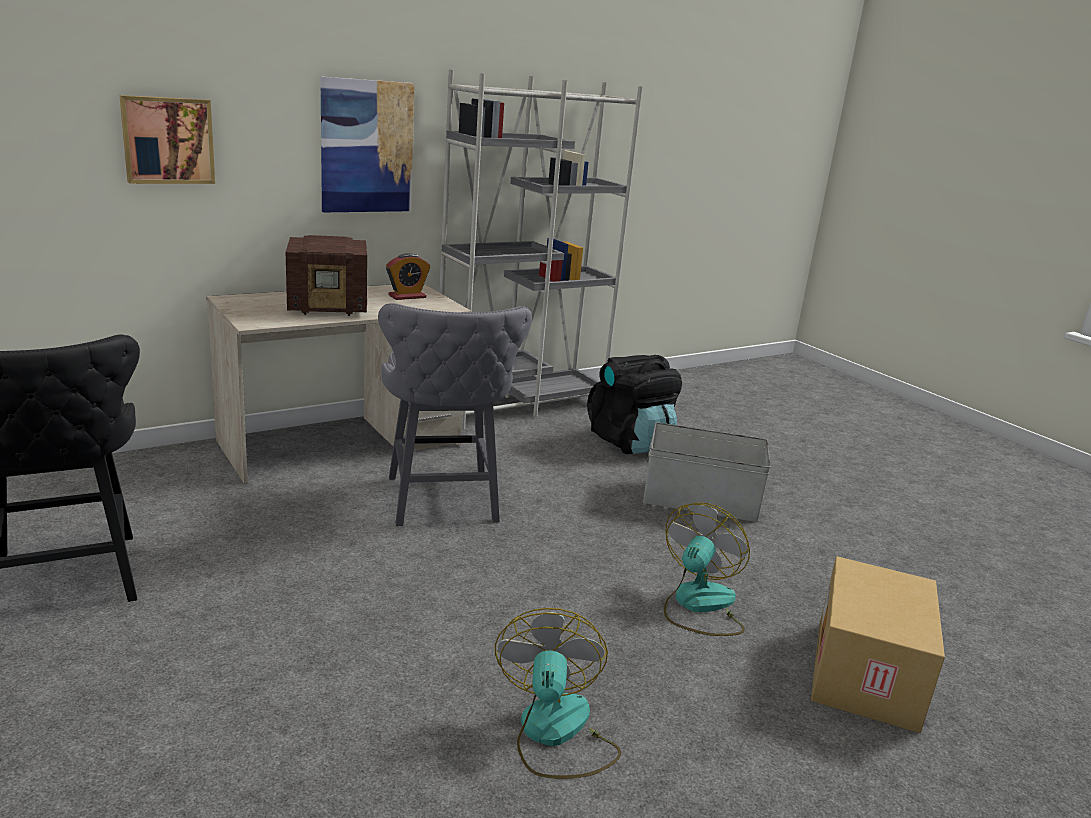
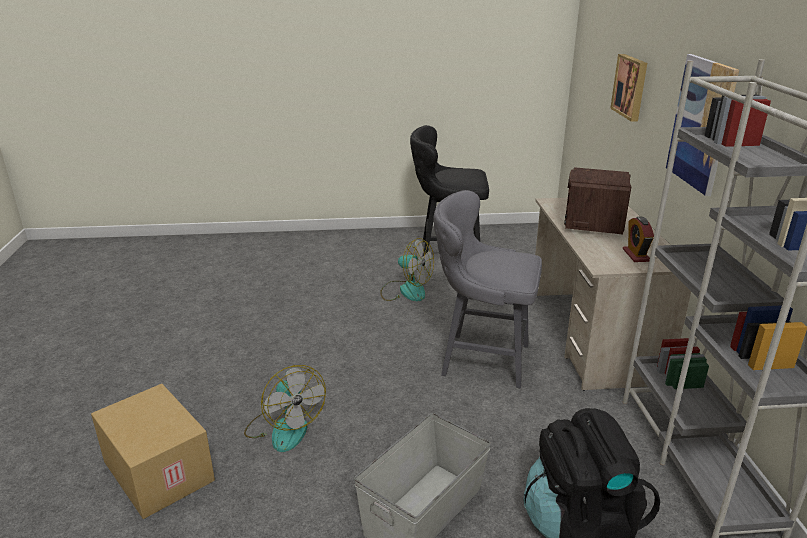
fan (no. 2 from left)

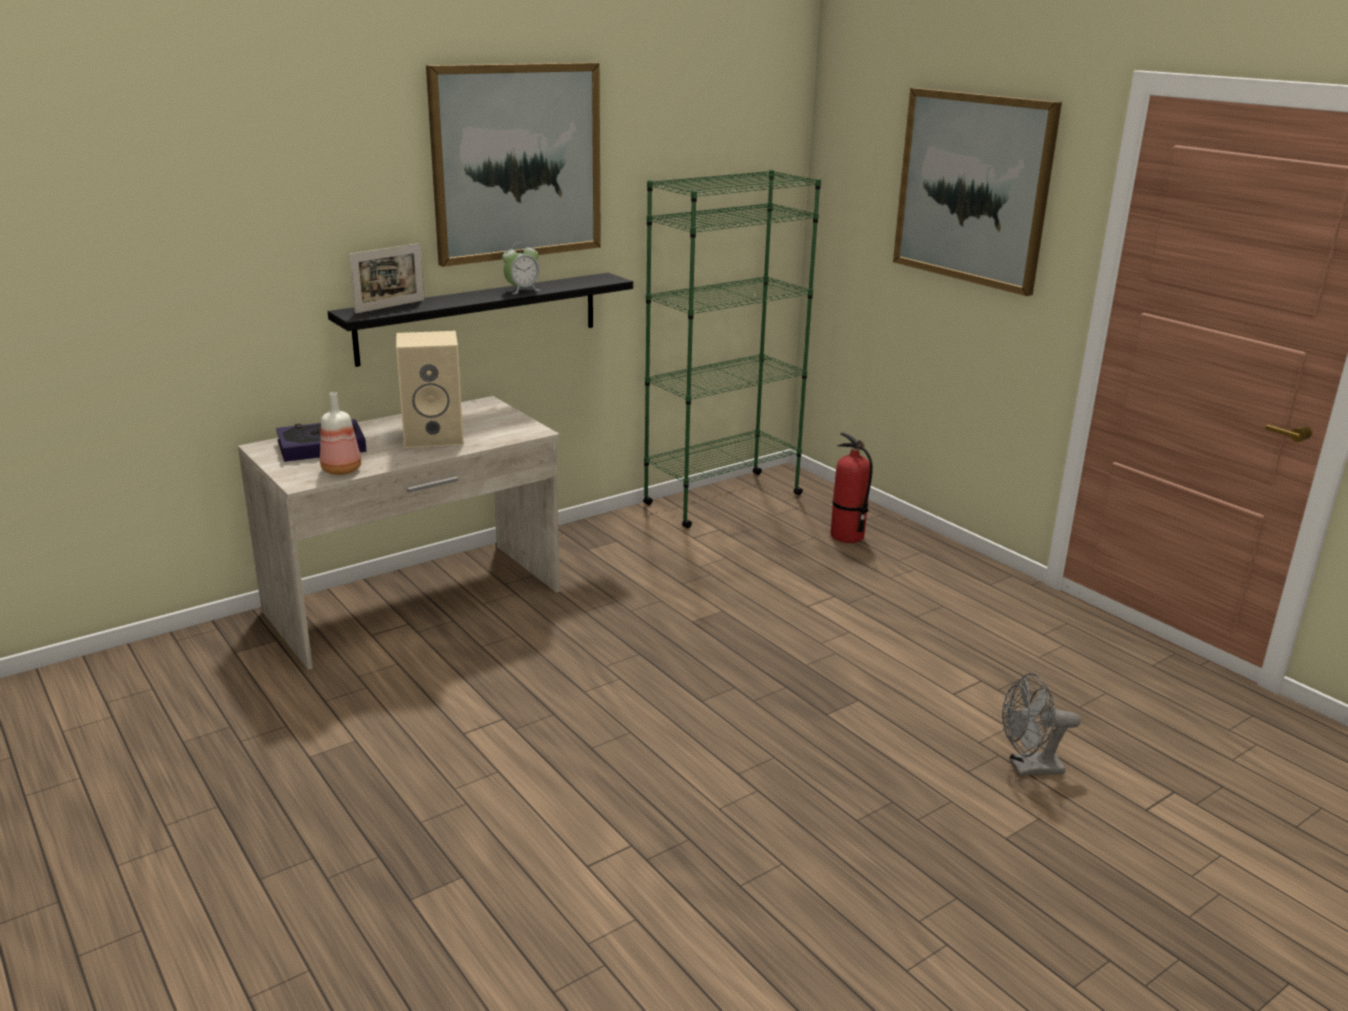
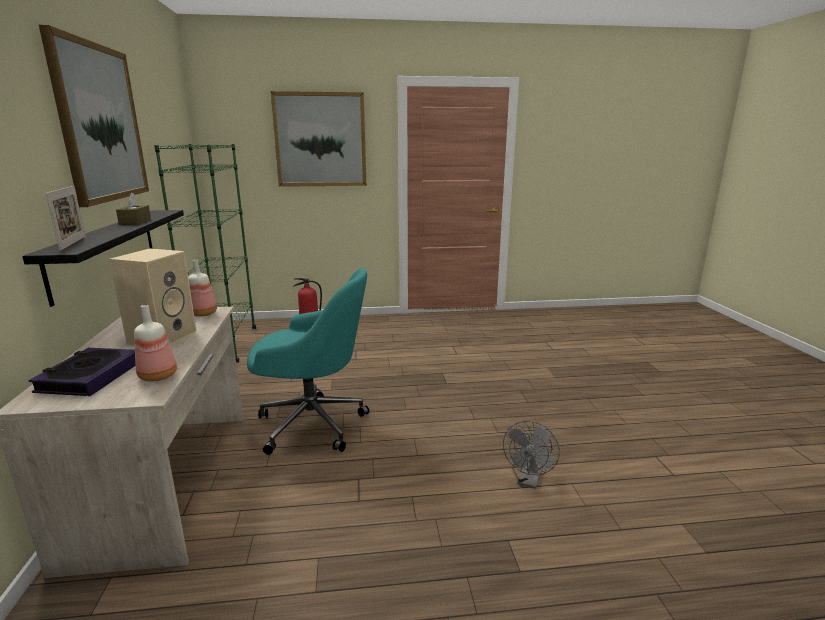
brown tissue box
grey fan
bottle (no. 2 from left)
turquoise office chair

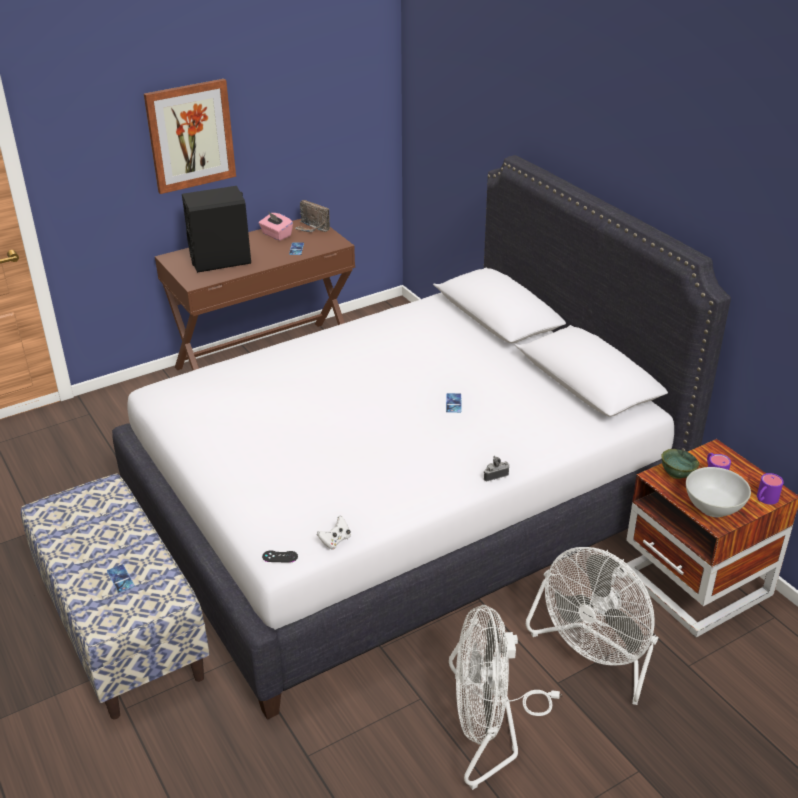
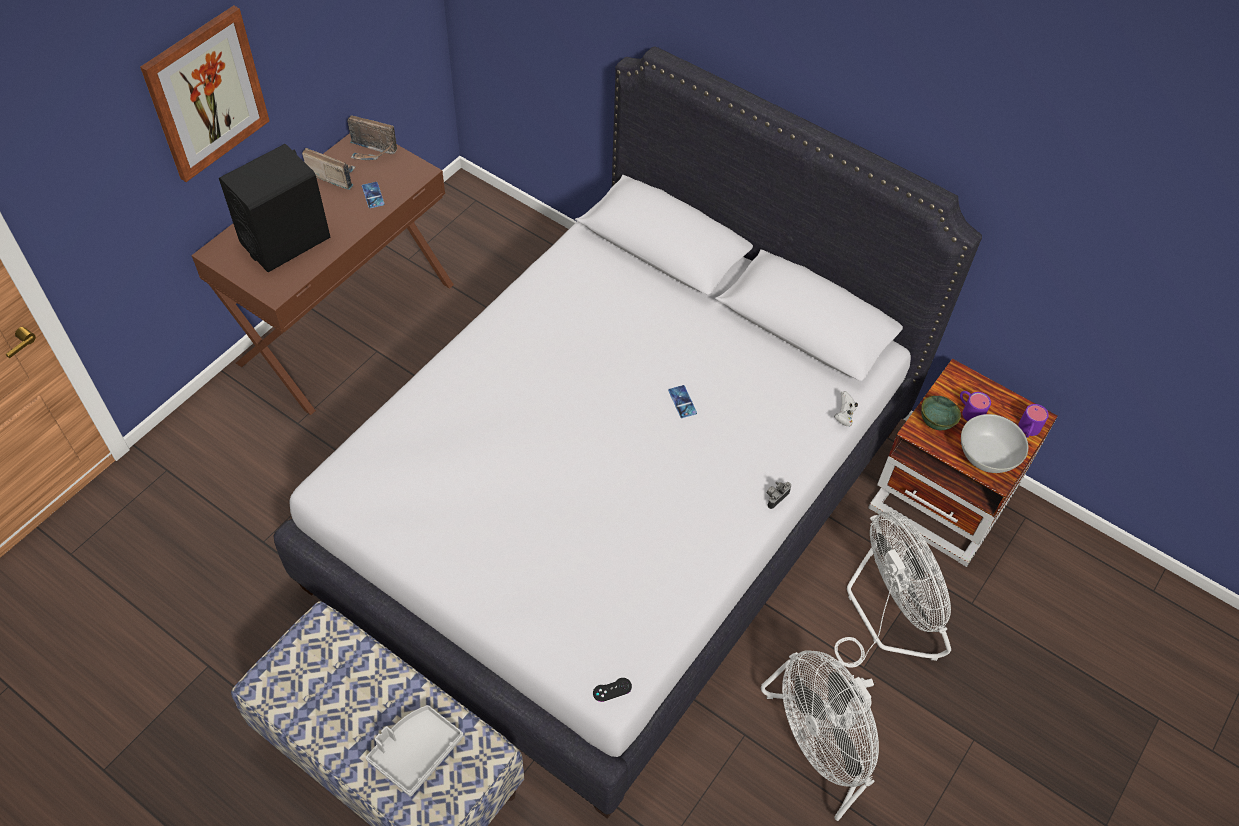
grey tray
radio (no. 1 from left)
white game controller
white fan (no. 2 from left)

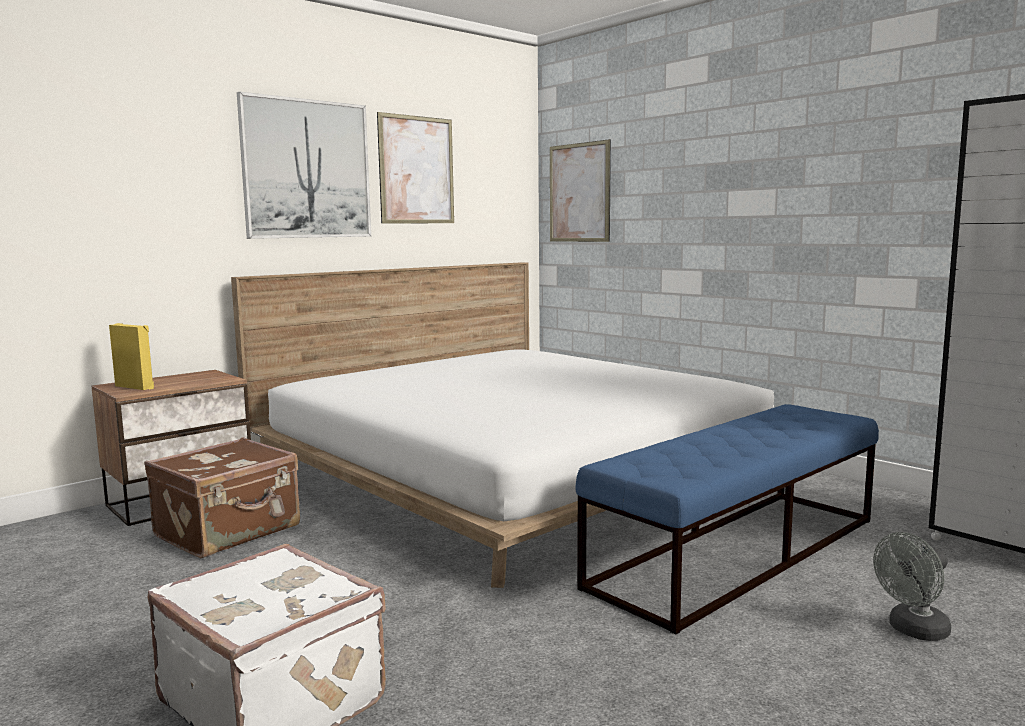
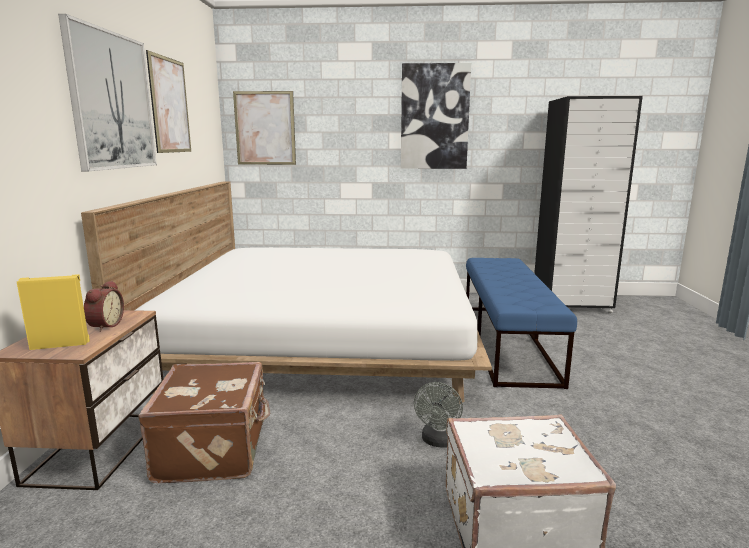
grey fan
alarm clock
picture (no. 4 from left)

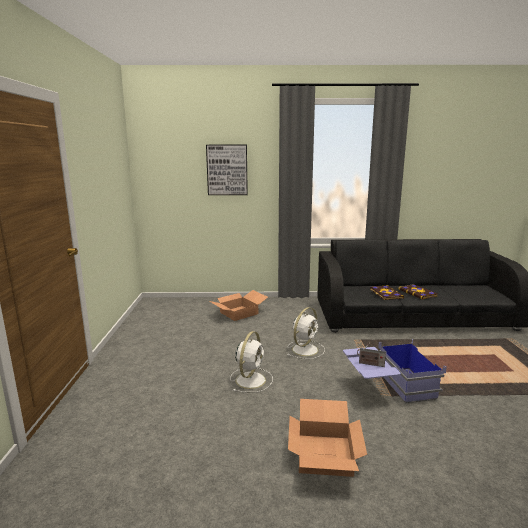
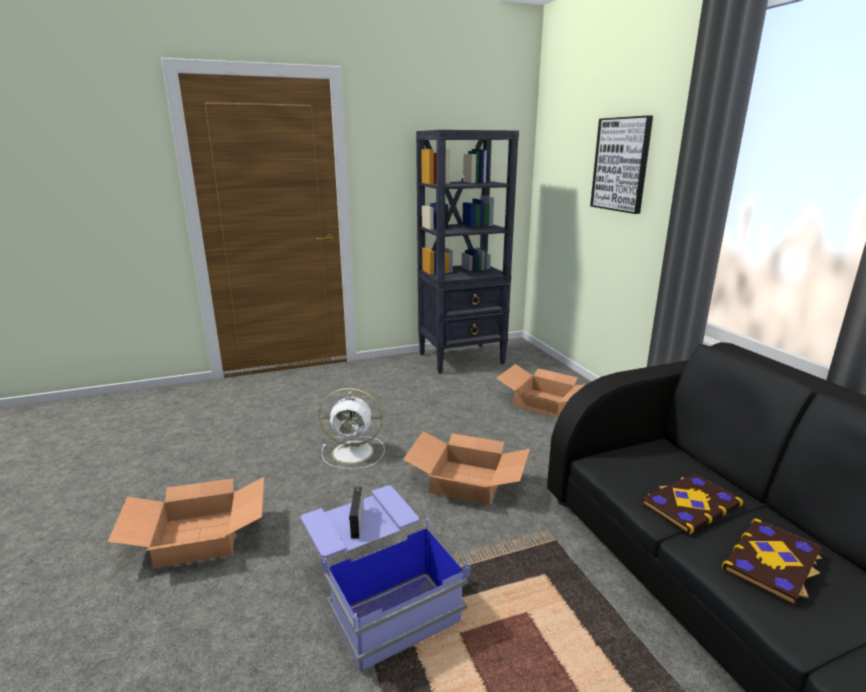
cardboard box (no. 2 from left)
black bookcase

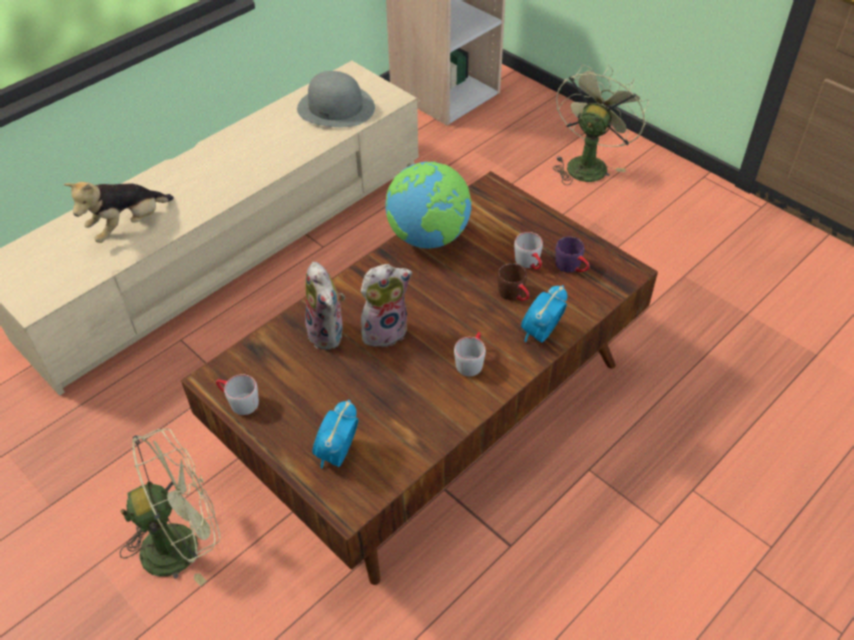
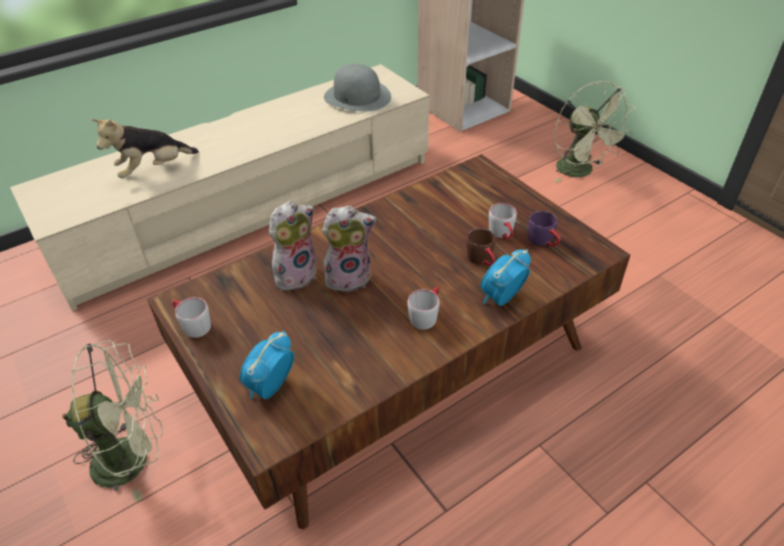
plush toy (no. 2 from left)
globe
green fan (no. 2 from left)

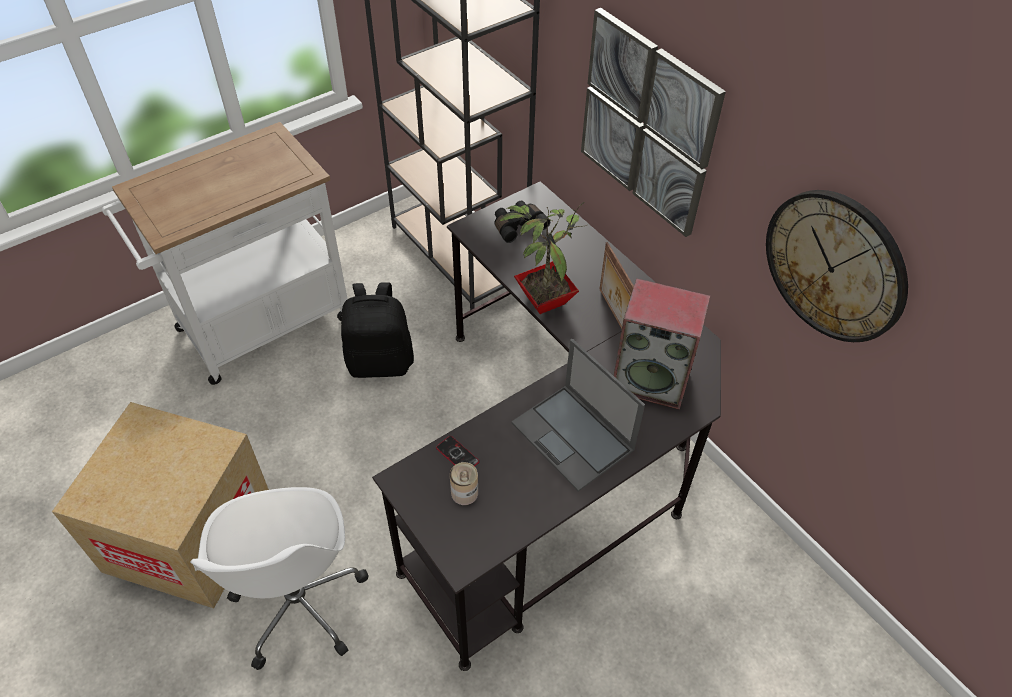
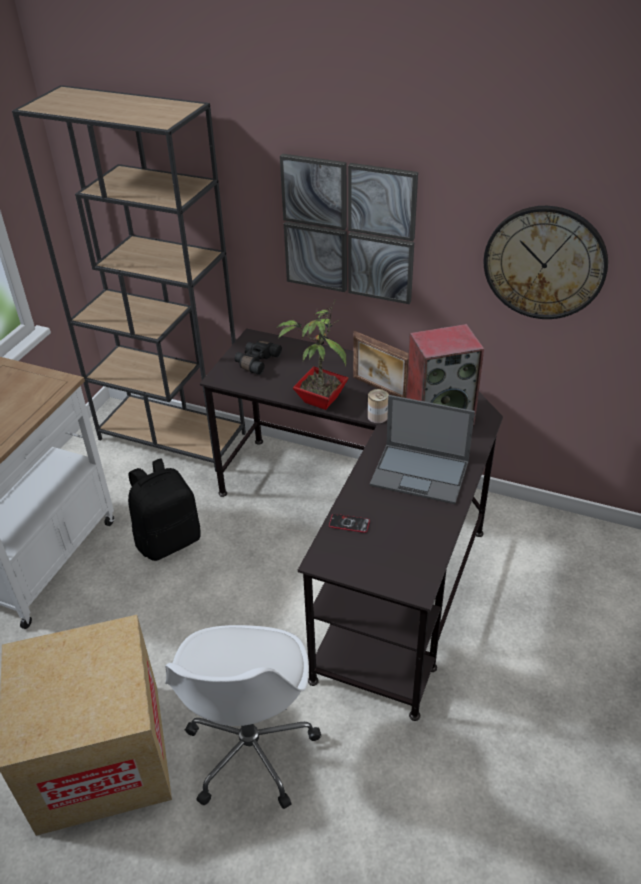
white office chair
can

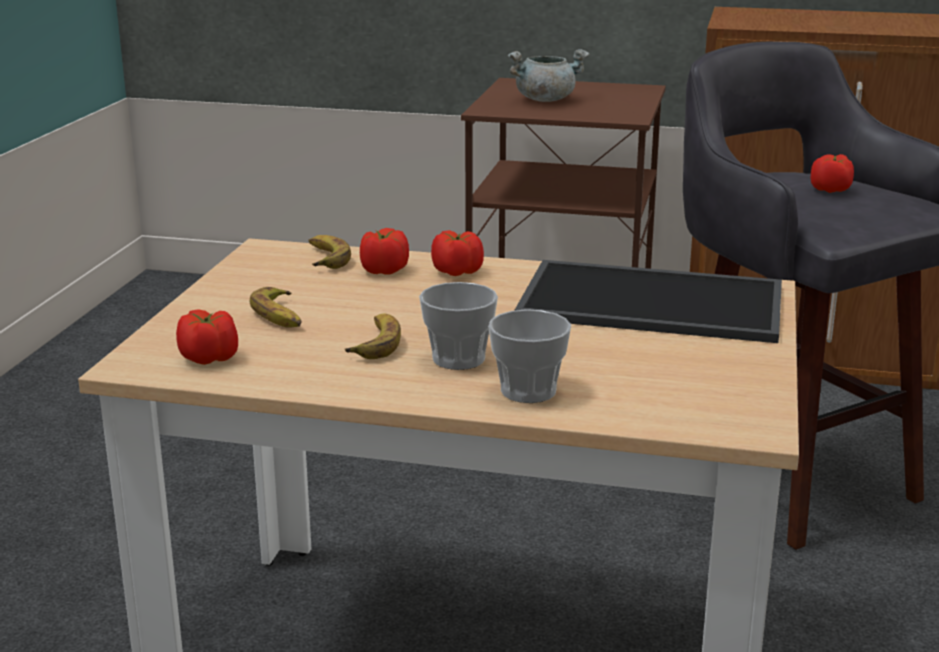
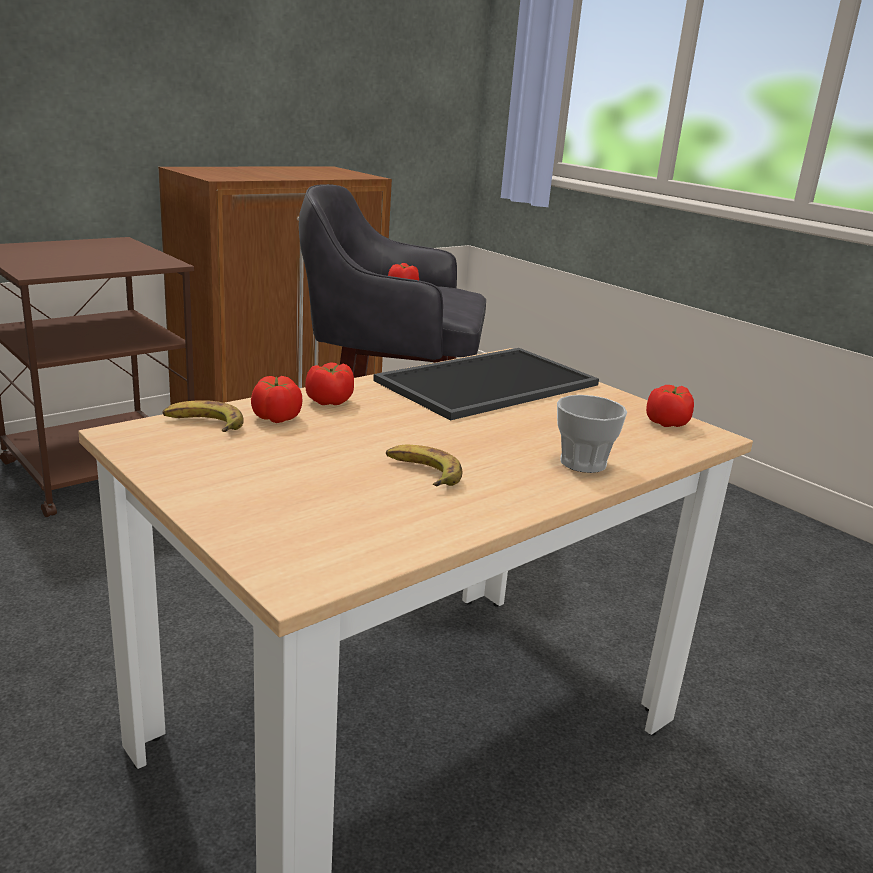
tomato (no. 4 from left)
banana (no. 1 from left in the first image)
cup (no. 1 from left in the first image)
grey cooking pot

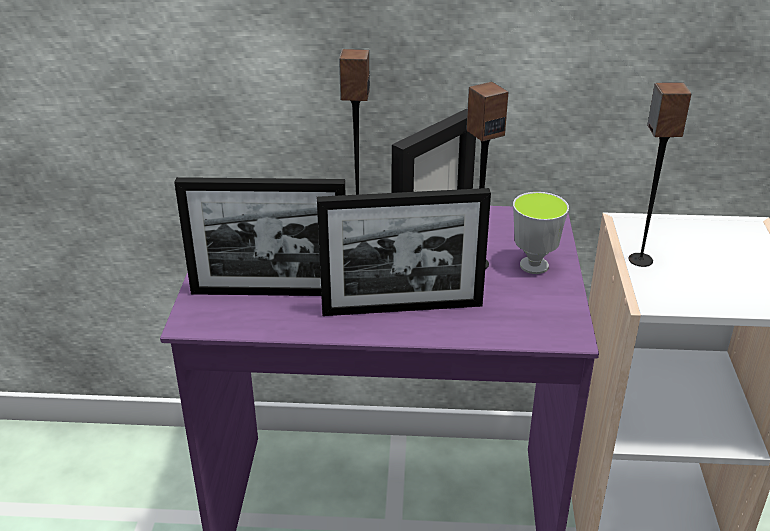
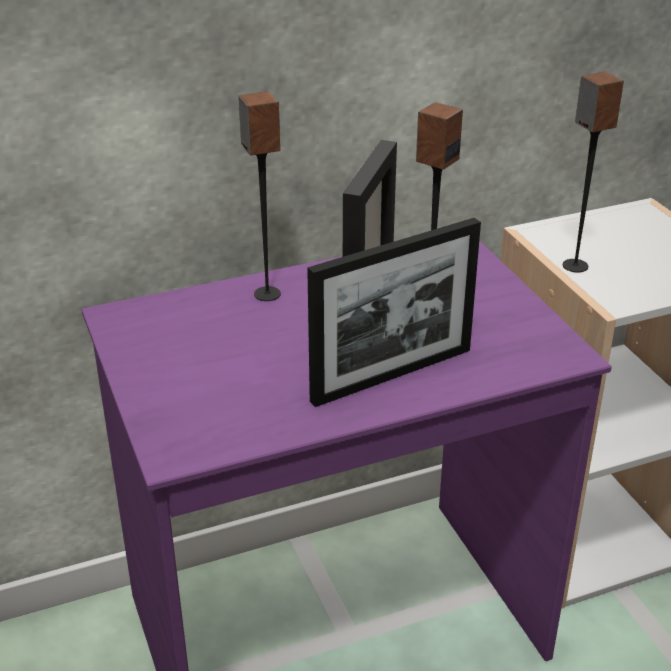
picture frame (no. 1 from left in the first image)
cup

